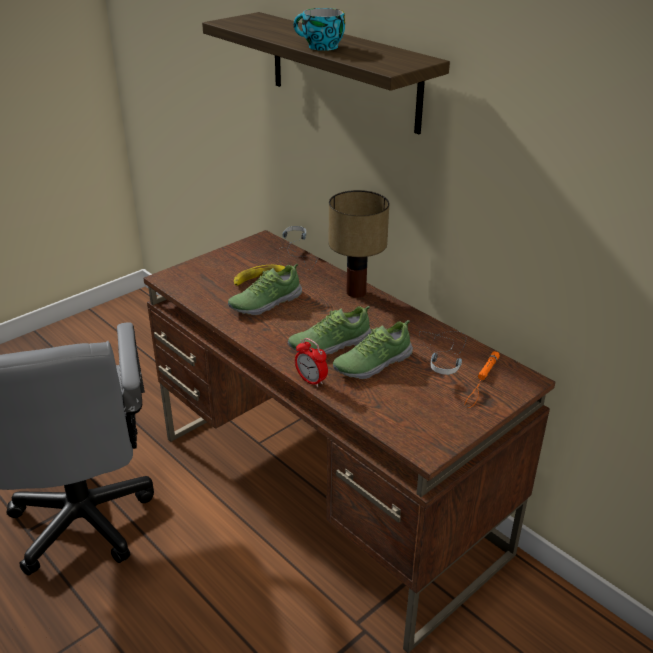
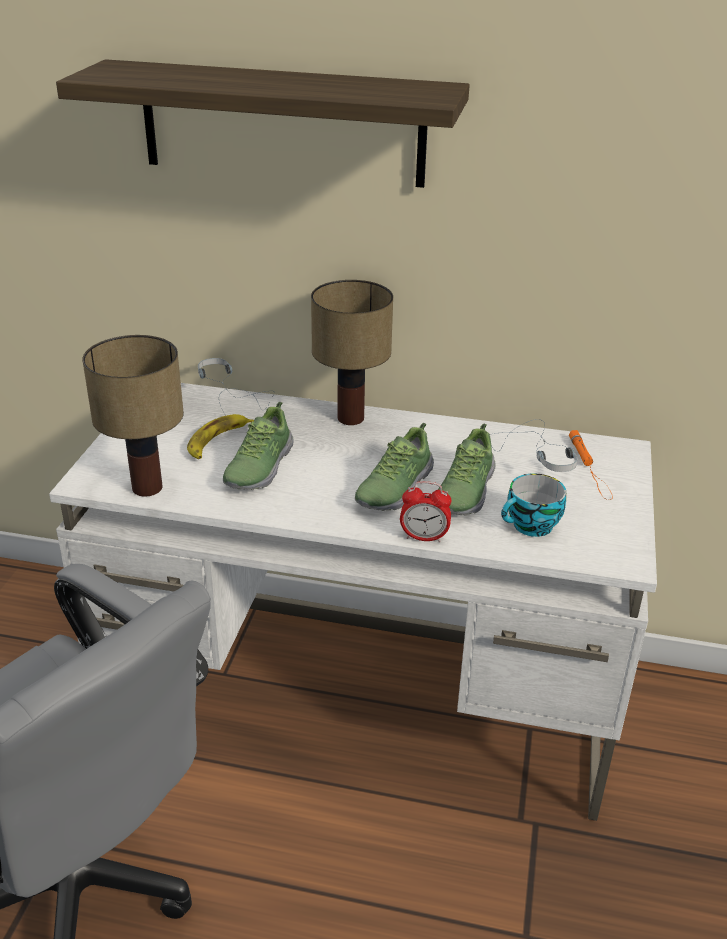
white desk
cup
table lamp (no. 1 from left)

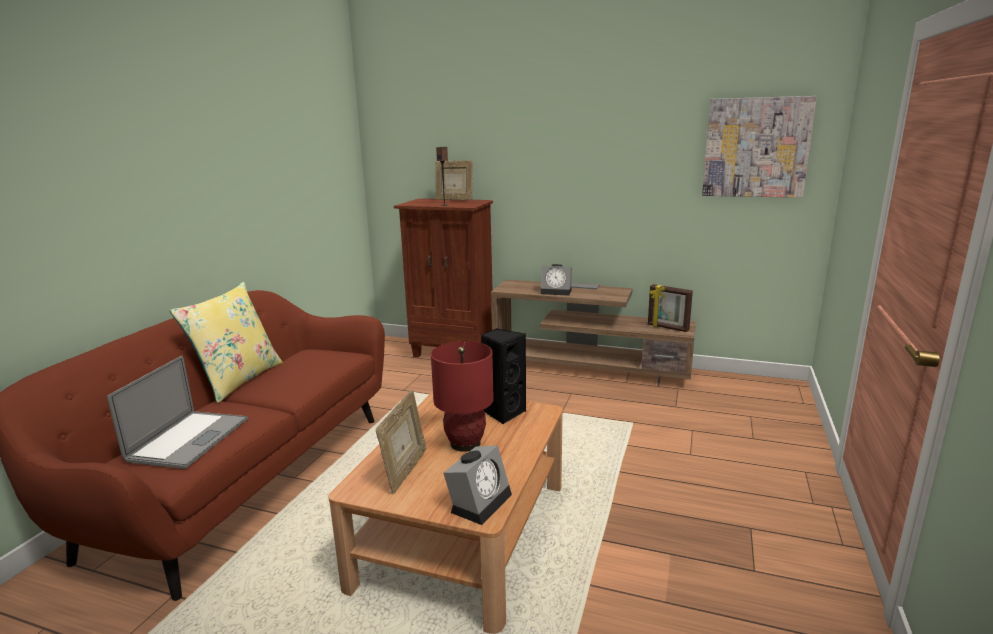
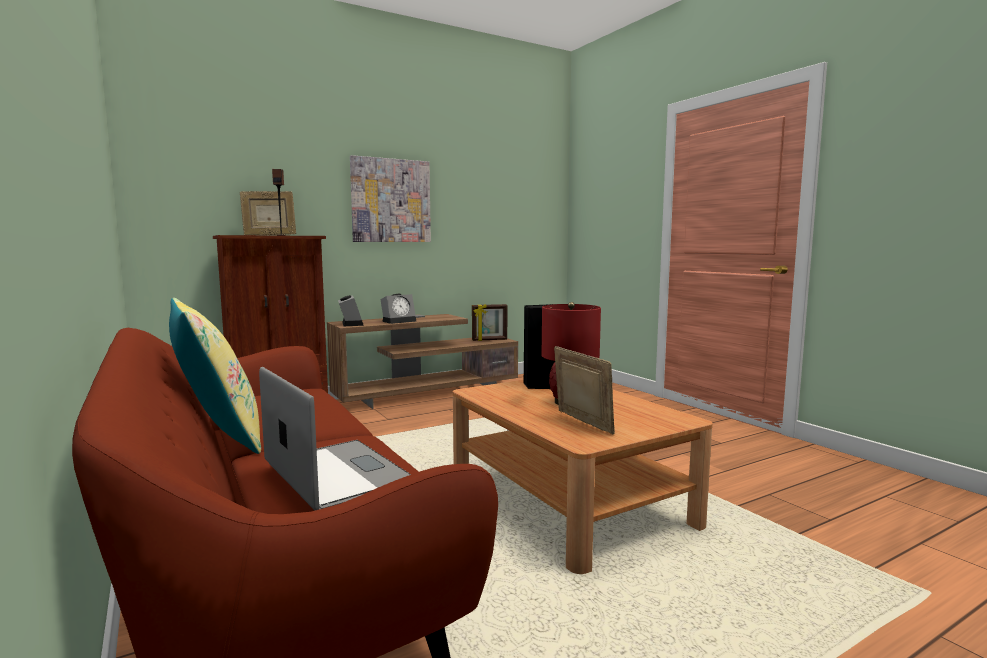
alarm clock (no. 1 from left)
picture

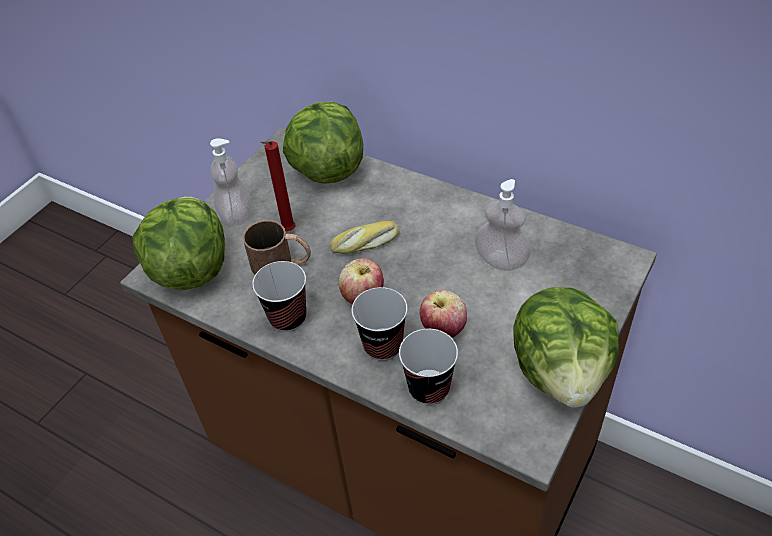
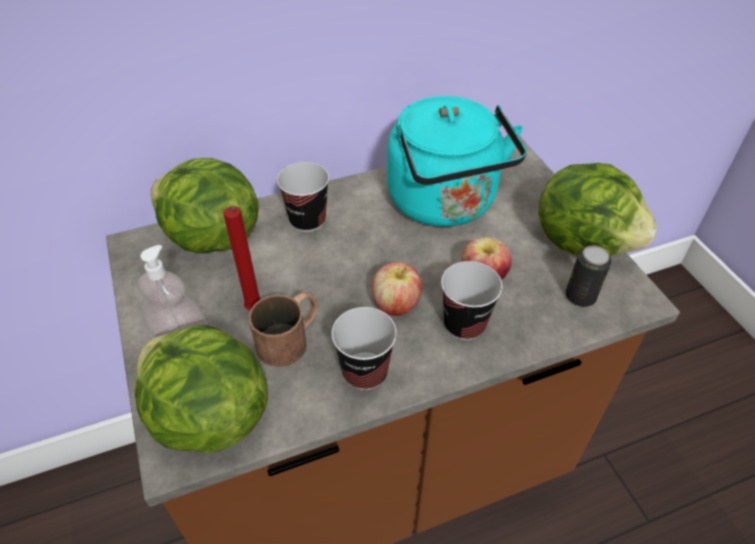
bread
cup (no. 1 from left)
turquoise kettle
can

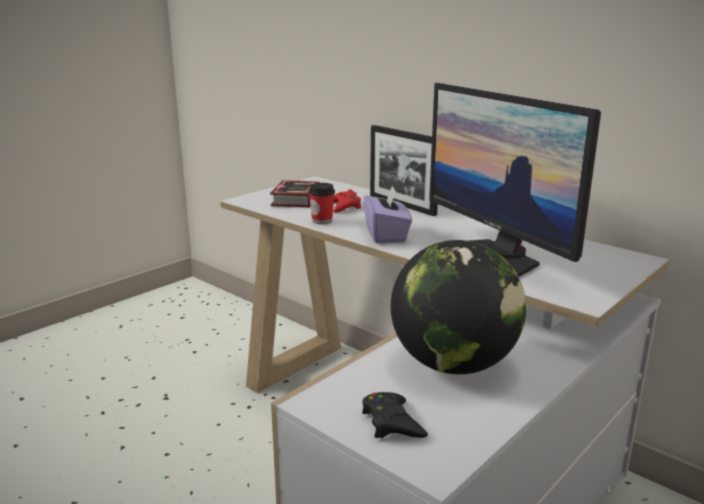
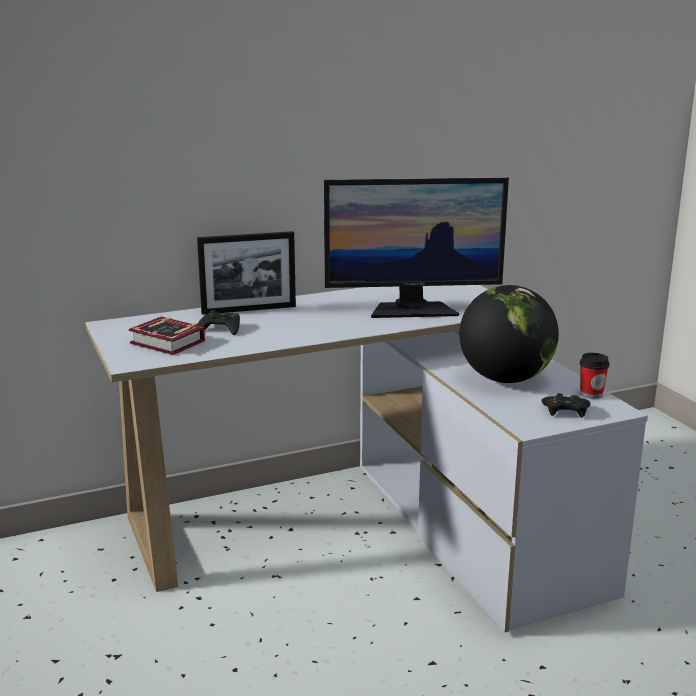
cup
black game controller (no. 1 from left)
purple tissue box

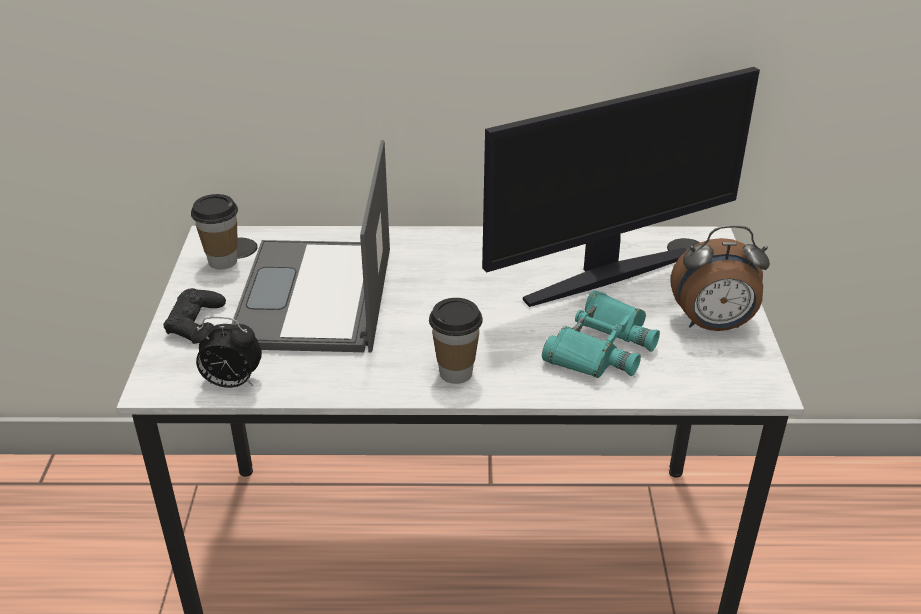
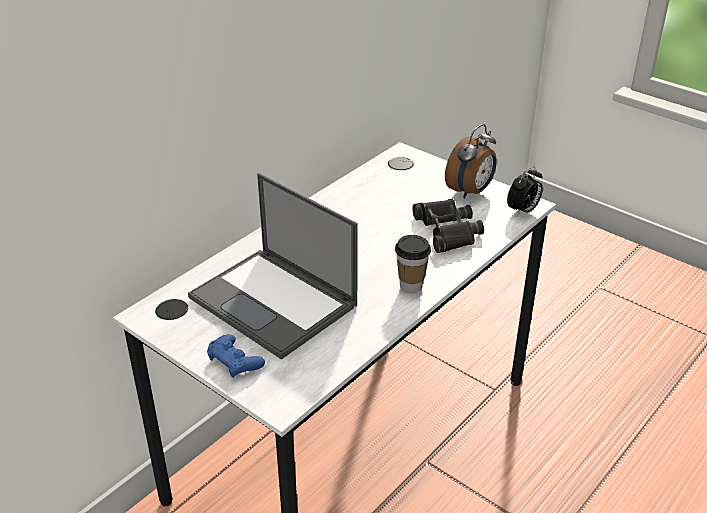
blue game controller
cup (no. 1 from left in the first image)
alarm clock (no. 2 from left)
monitor
black binoculars

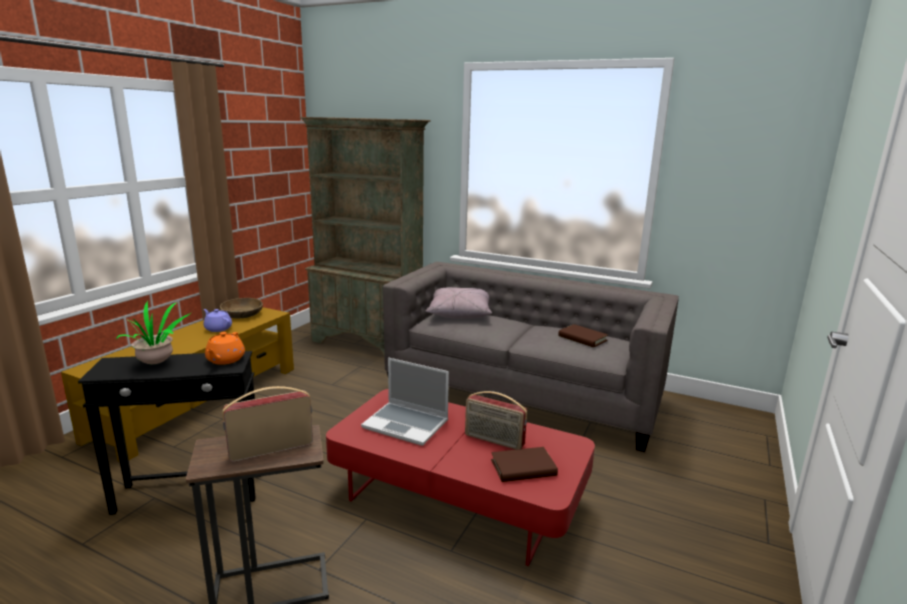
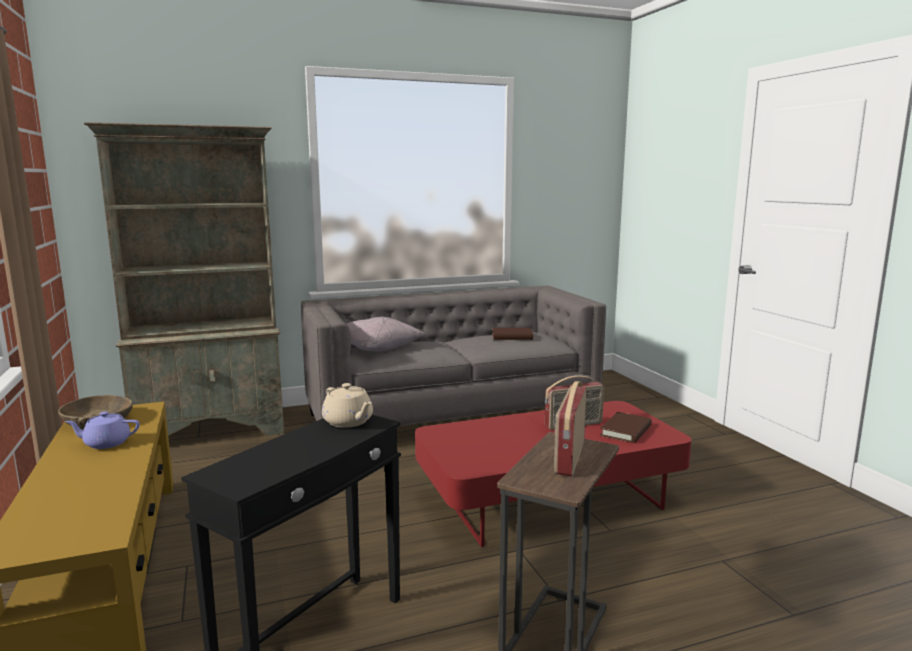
potted plant
beige teapot
laptop

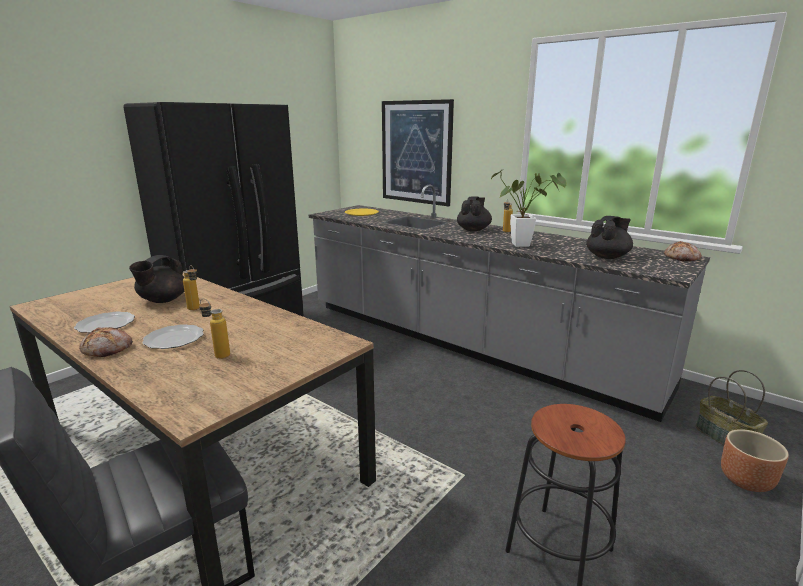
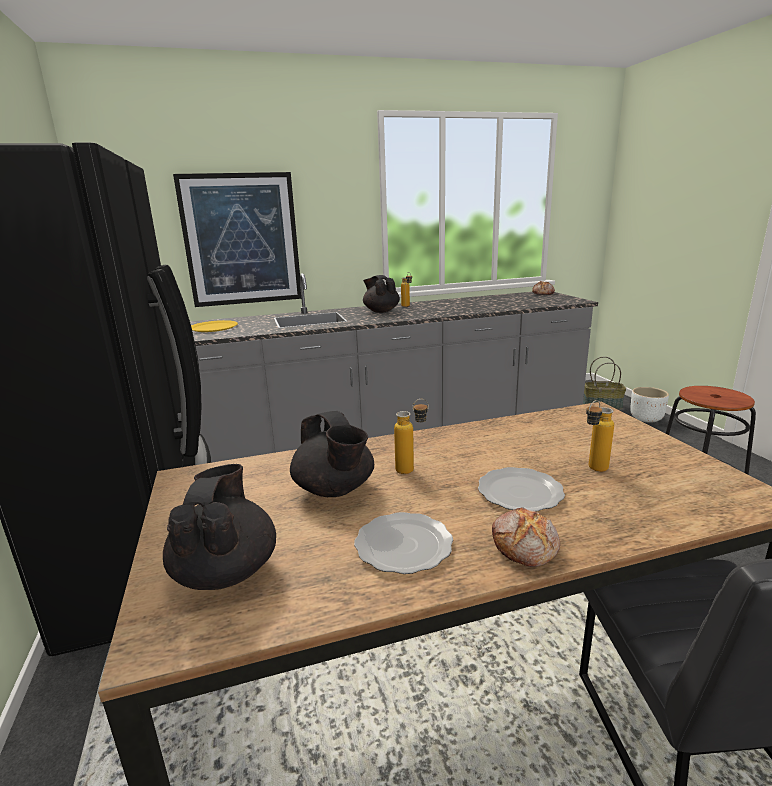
potted plant
black teapot (no. 1 from left)
white planter

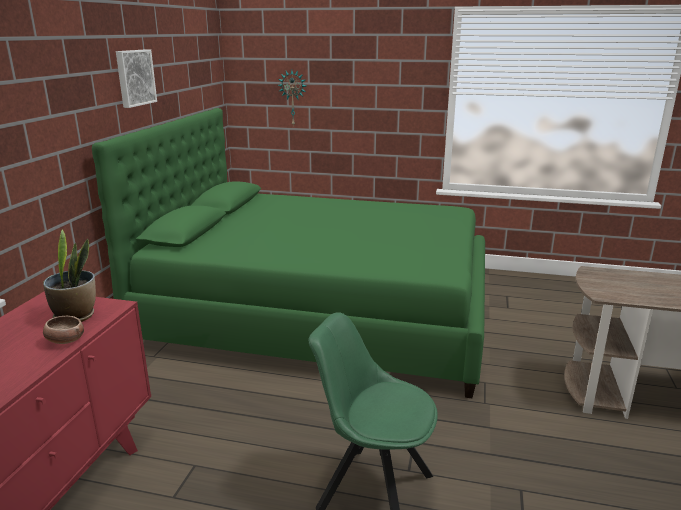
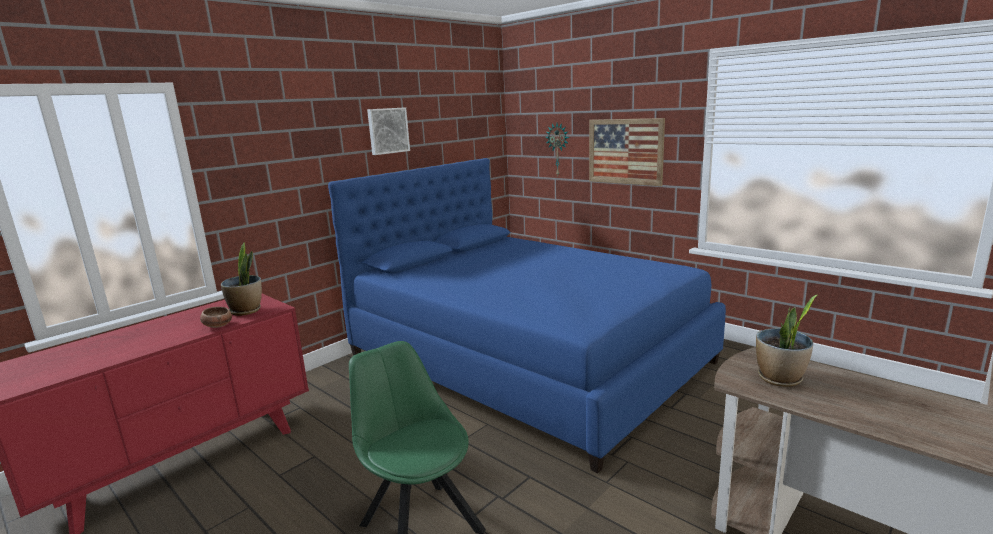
blue bed
picture (no. 2 from left)
potted plant (no. 2 from left)

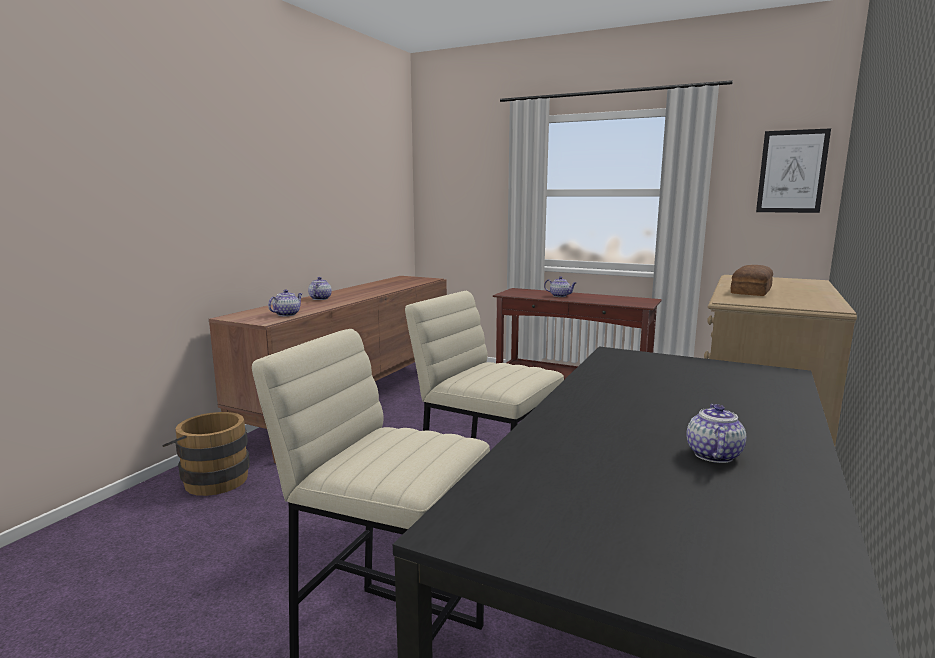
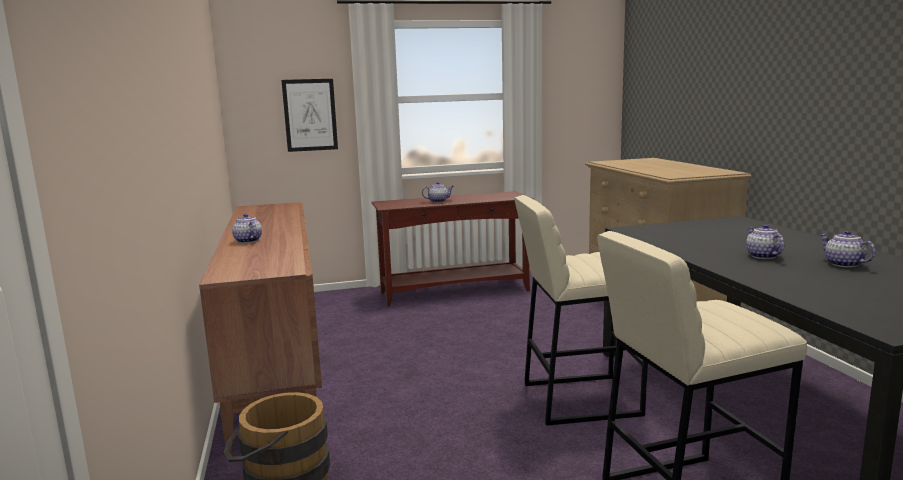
teapot (no. 3 from left)
bread
picture

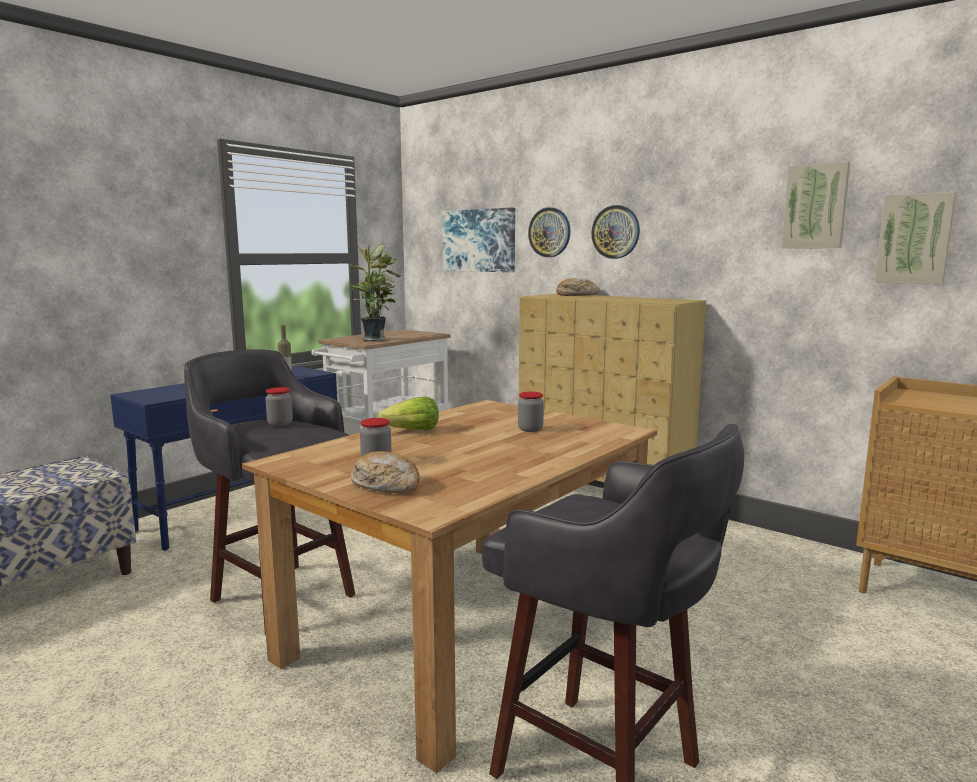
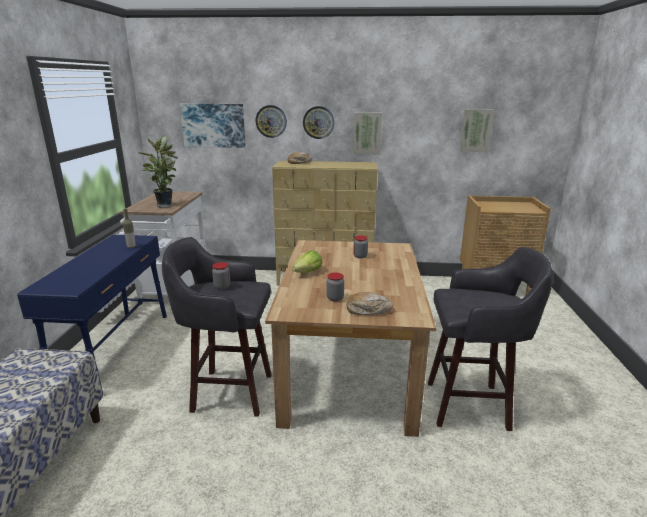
picture (no. 2 from left)

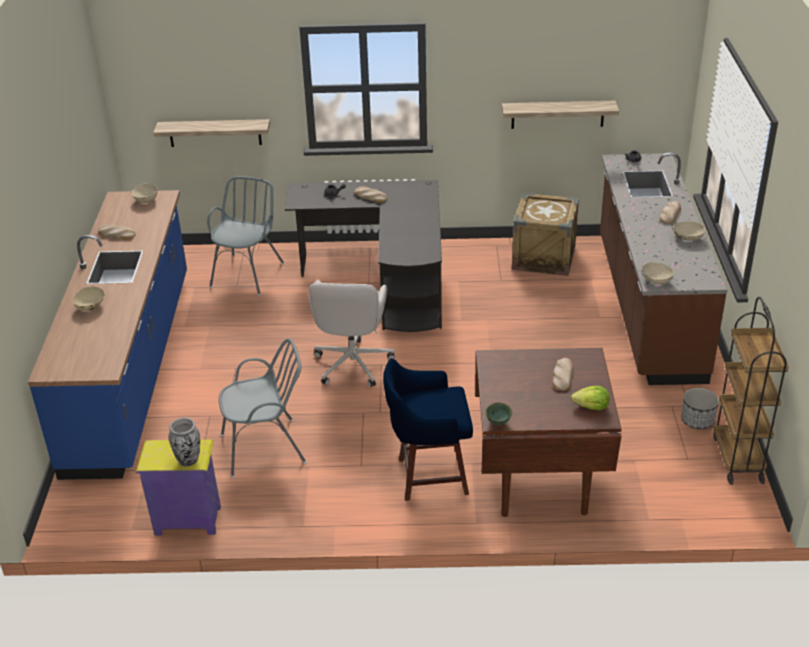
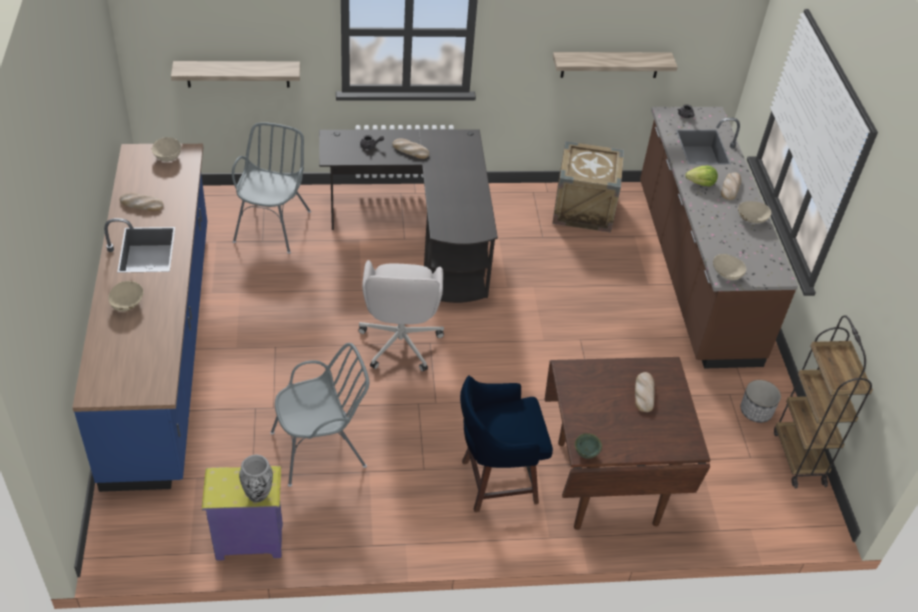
lettuce

